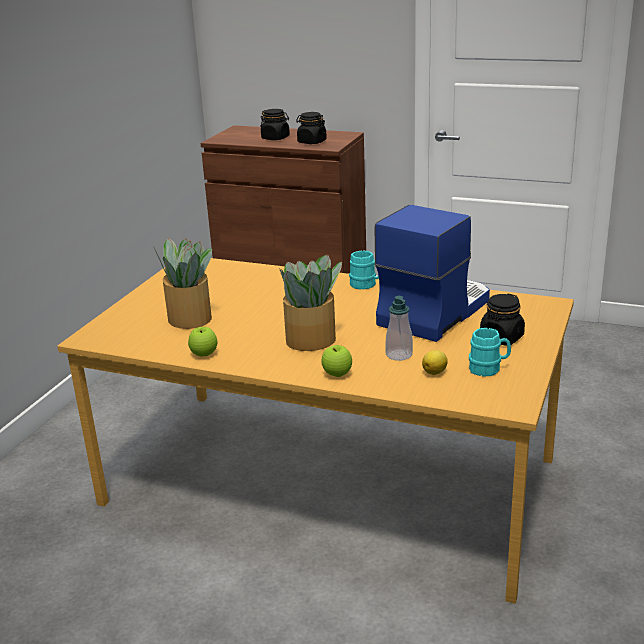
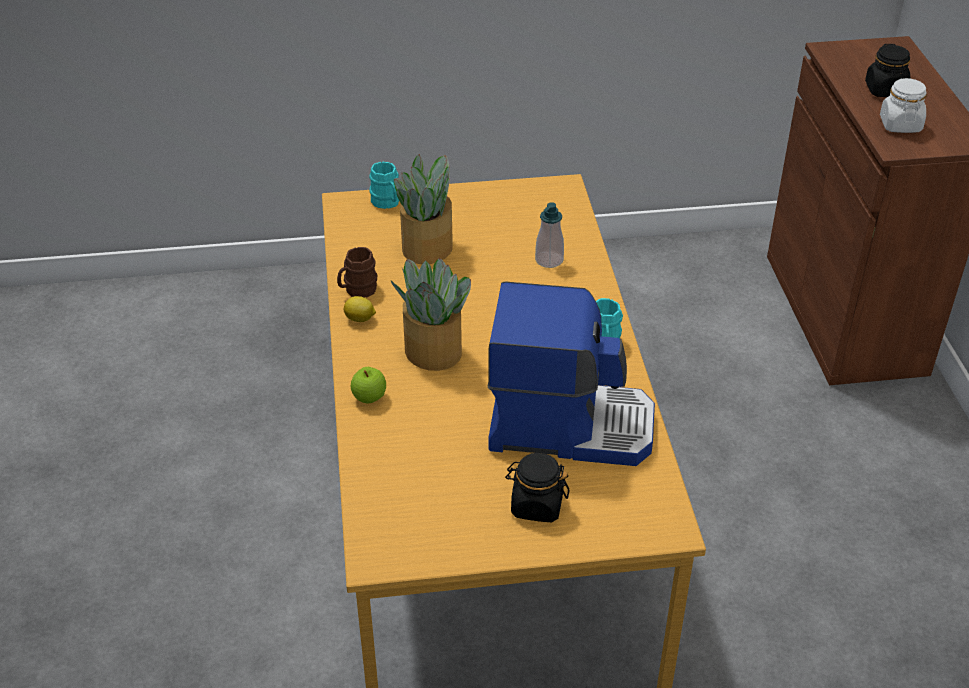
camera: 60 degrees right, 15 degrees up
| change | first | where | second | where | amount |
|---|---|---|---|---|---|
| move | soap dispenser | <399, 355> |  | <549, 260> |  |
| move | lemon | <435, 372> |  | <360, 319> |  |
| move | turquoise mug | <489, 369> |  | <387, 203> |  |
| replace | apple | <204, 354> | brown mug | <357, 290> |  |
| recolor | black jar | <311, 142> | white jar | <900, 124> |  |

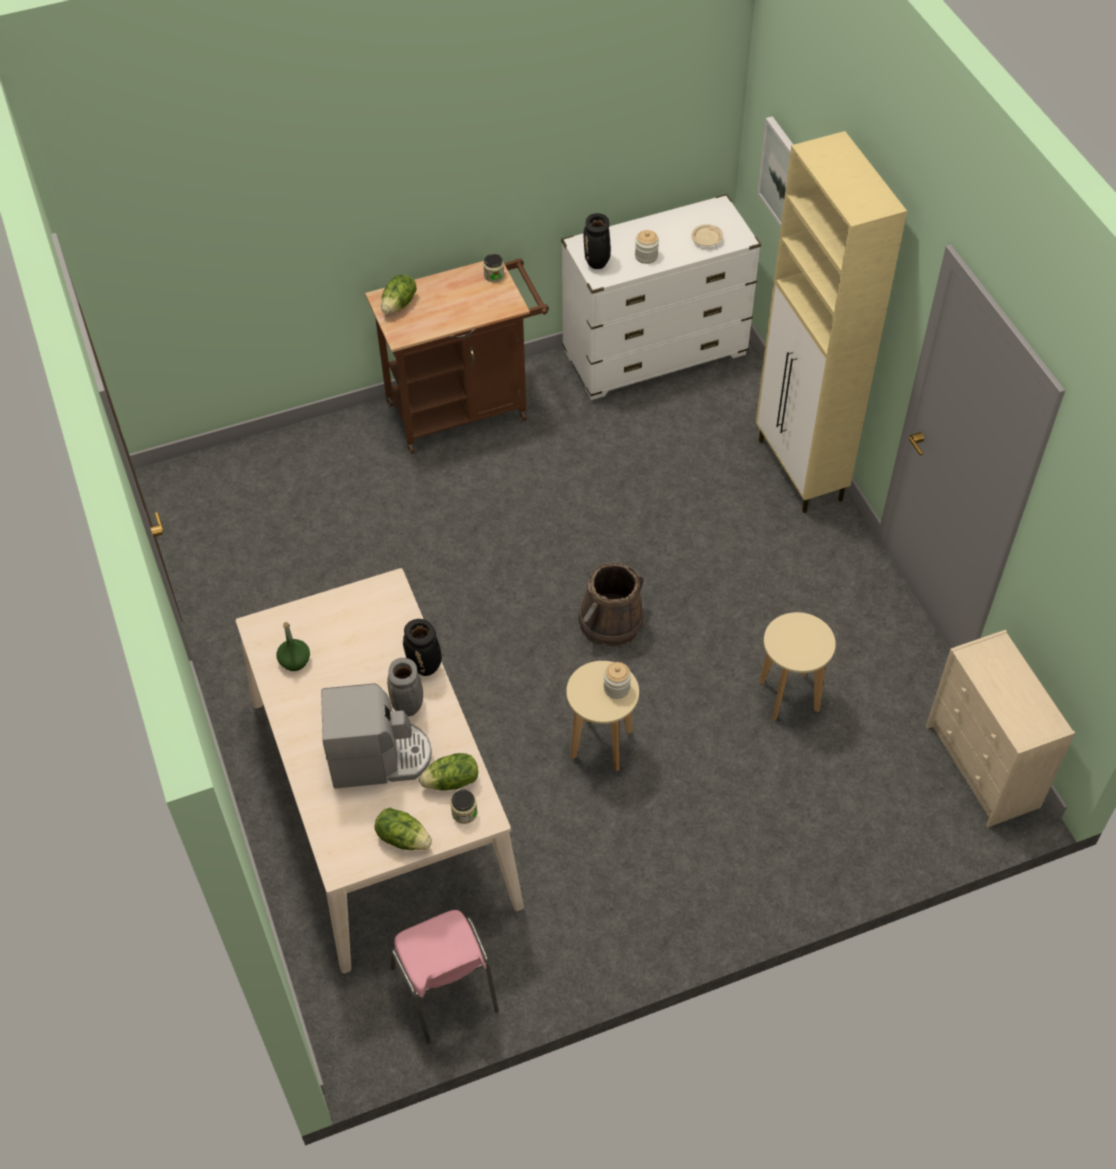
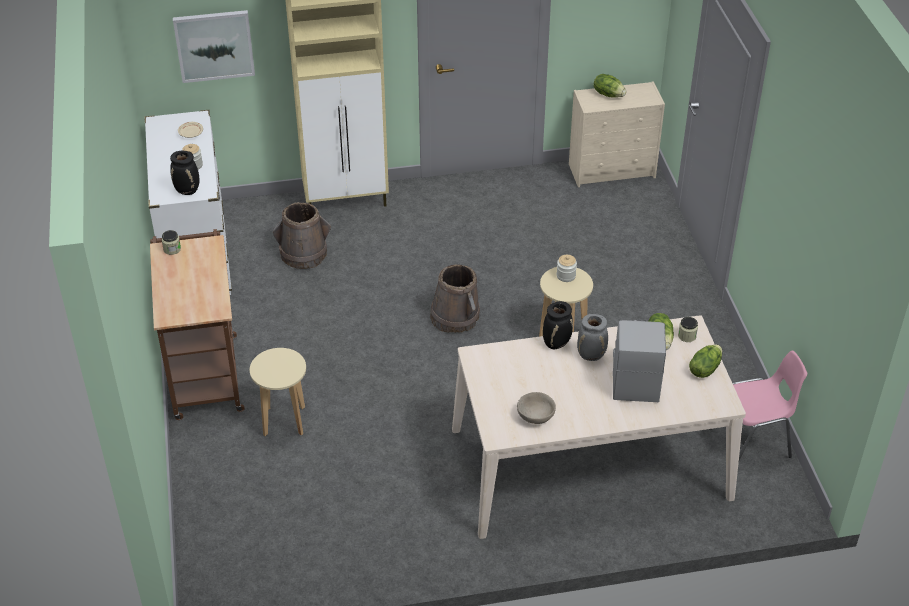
camera: 80 degrees left, 10 degrees down
| change | first | where | second | where | amount |
|---|---|---|---|---|---|
| insert |  |  | brown bucket | <304, 254> |  |
| move | lettuce | <399, 304> |  | <608, 94> |  |
| move | beige stool | <788, 696> |  | <284, 421> |  |
| replace | green bottle | <295, 661> | beige bowl | <536, 416> |  |

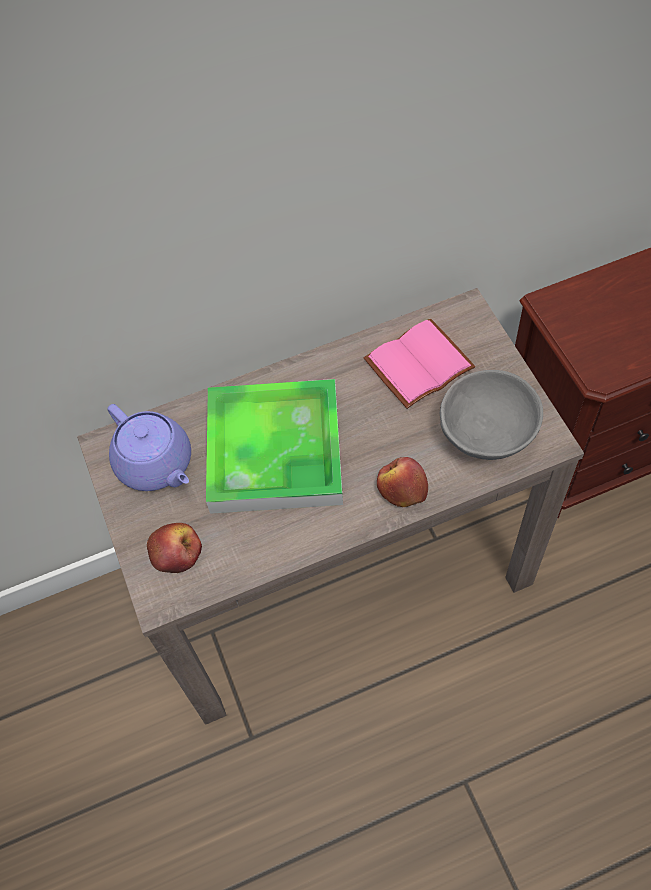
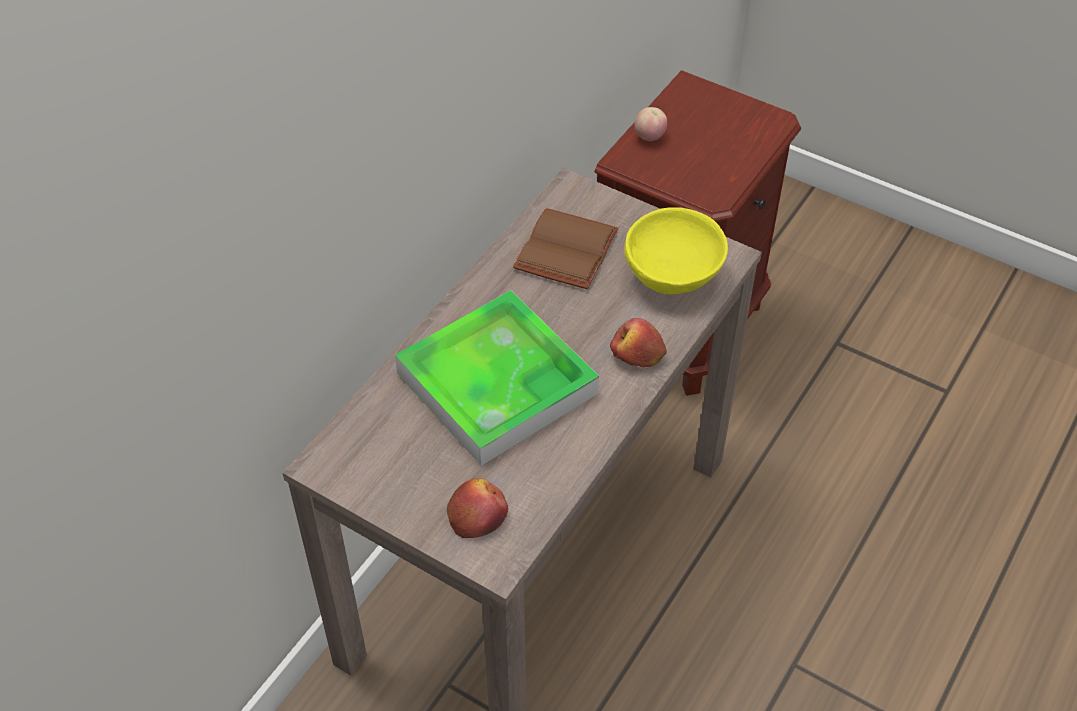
camera: 40 degrees left, 10 degrees down
| change | first | where | second | where | amount |
|---|---|---|---|---|---|
| delete | purple teapot | <155, 464> |  |  |  |
| insert |  |  | apple | <649, 137> |  |
| recolor | pink book | <418, 362> | brown book | <564, 249> |  |
| recolor | grey bowl | <488, 435> | yellow bowl | <674, 277> |  |

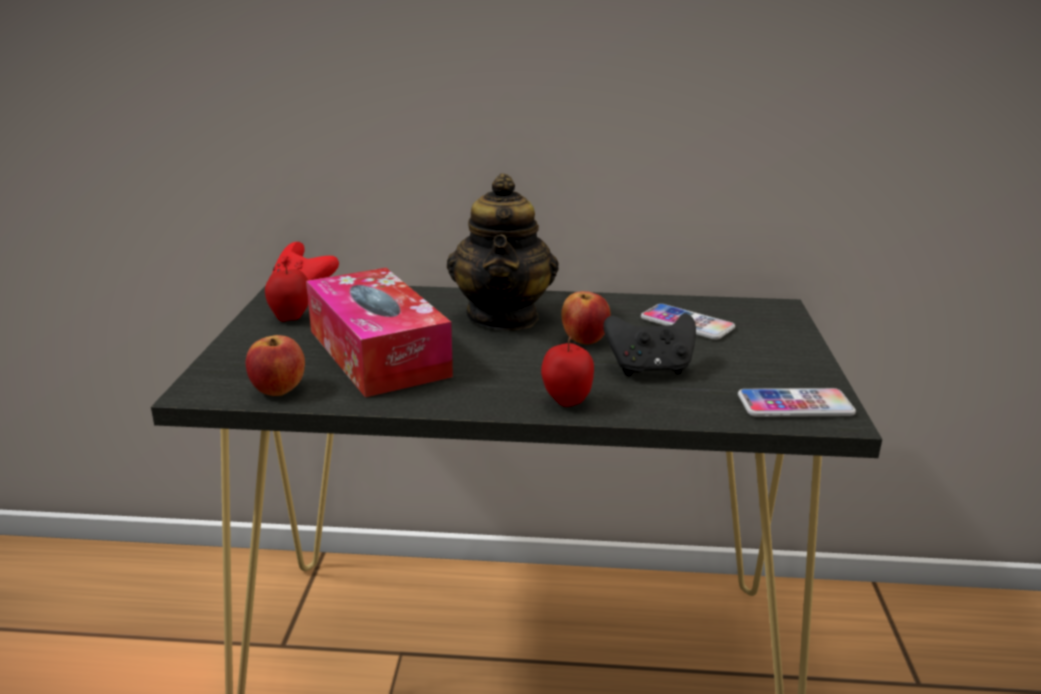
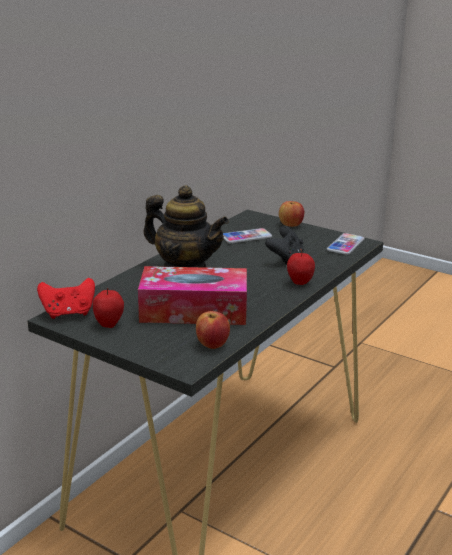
camera: 60 degrees left, 0 degrees up
| change | first | where | second | where | amount |
|---|---|---|---|---|---|
| move | apple | <584, 340> |  | <291, 225> |  |

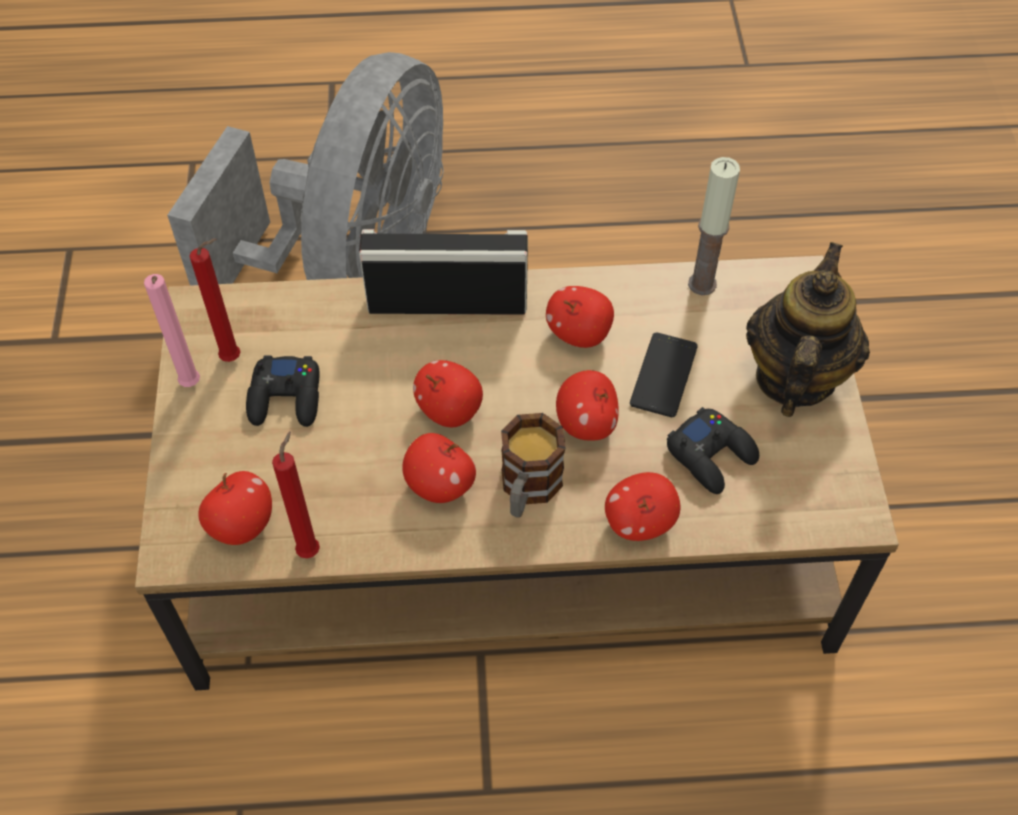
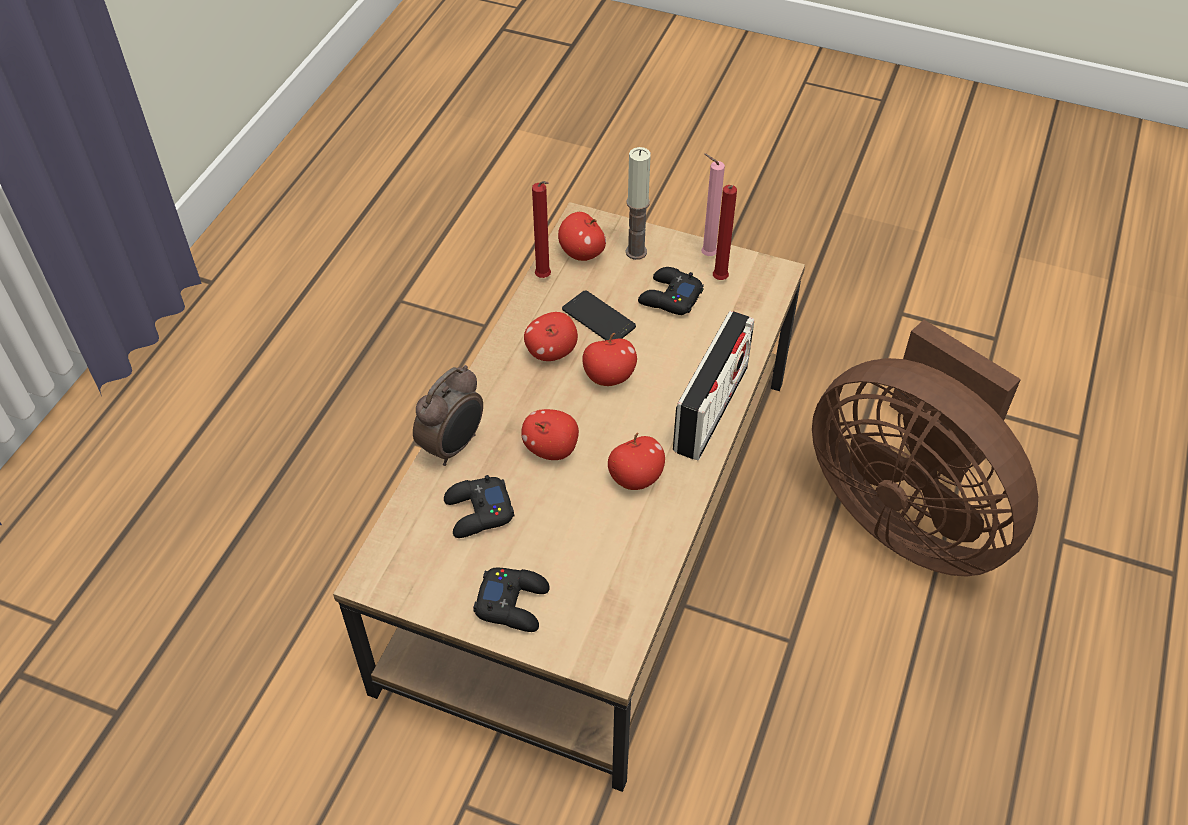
camera: 115 degrees right, 5 degrees down
| change | first | where | second | where | amount |
|---|---|---|---|---|---|
| delete | mug | <527, 489> |  |  |  |
| move | phone | <663, 375> |  | <598, 318> |  |
| move | candle | <702, 284> |  | <636, 252> |  |
| replace | apple | <639, 522> | alarm clock | <454, 446> |  |
| replace | teapot | <794, 377> | black game controller | <513, 603> |  |
| recolor | grey fan | <354, 268> | brown fan | <907, 513> |  |

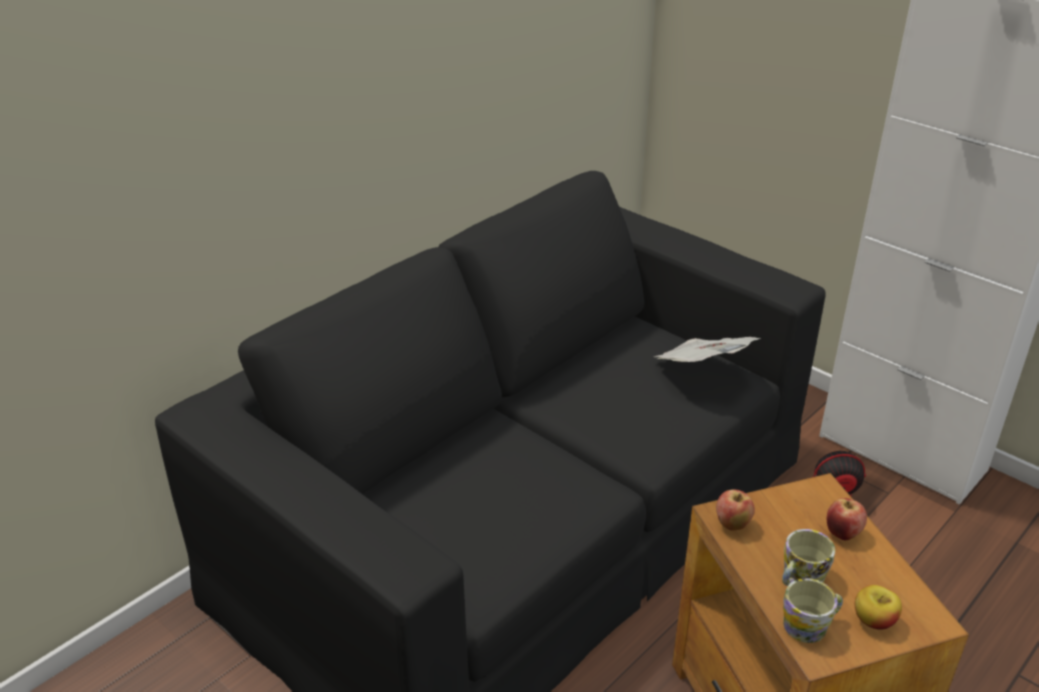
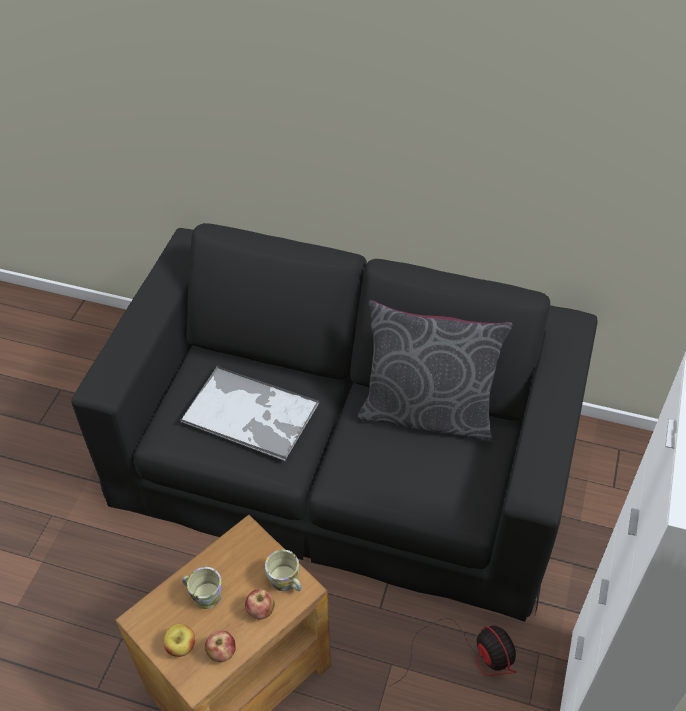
camera: 65 degrees right, 15 degrees up
| change | first | where | second | where | amount |
|---|---|---|---|---|---|
| delete | newspaper | <703, 370> |  |  |  |
| insert |  |  | tray | <251, 414> |  |
| insert |  |  | grey pillow | <427, 413> |  |
| move | apple | <732, 524> |  | <222, 653> |  |
| move | mug | <810, 625> |  | <286, 581> |  |

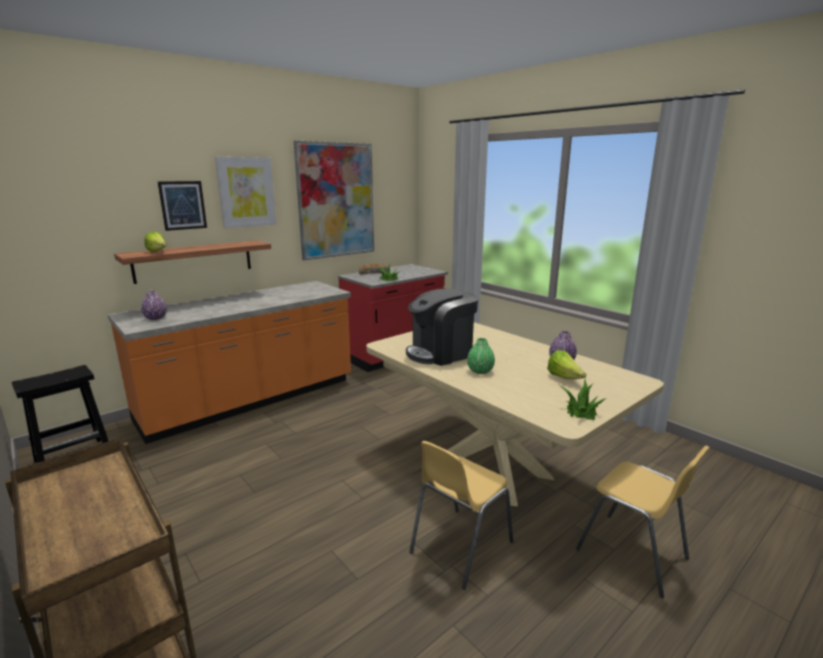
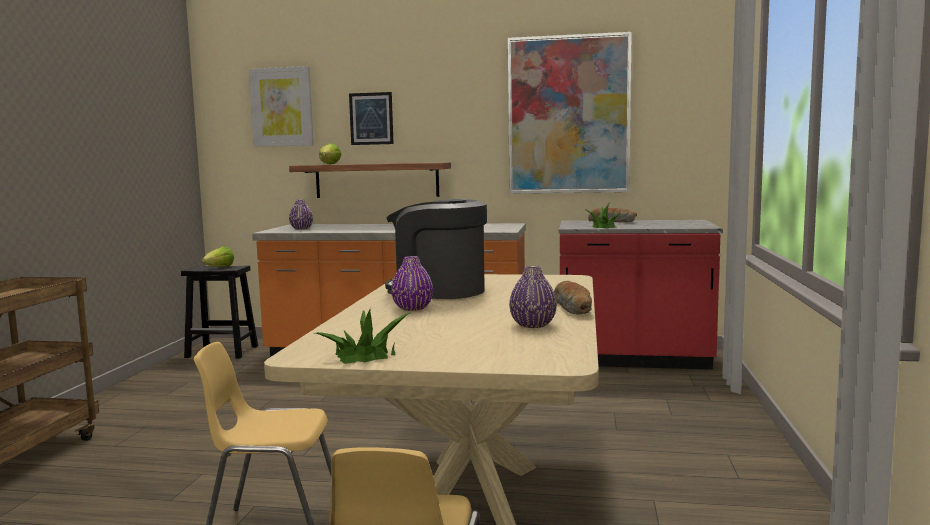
camera: 50 degrees right, 10 degrees down
| change | first | where | second | where | amount |
|---|---|---|---|---|---|
| insert |  |  | bread | <573, 308> |  |
| move | picture | <246, 192> |  | <282, 107> |  |
| move | lettuce | <564, 378> |  | <219, 268> |  |
| recolor | green vase | <480, 371> | purple vase | <412, 308> |  |

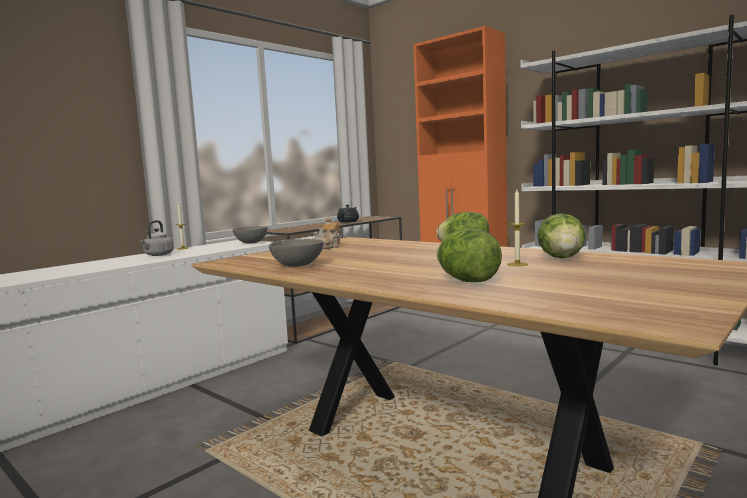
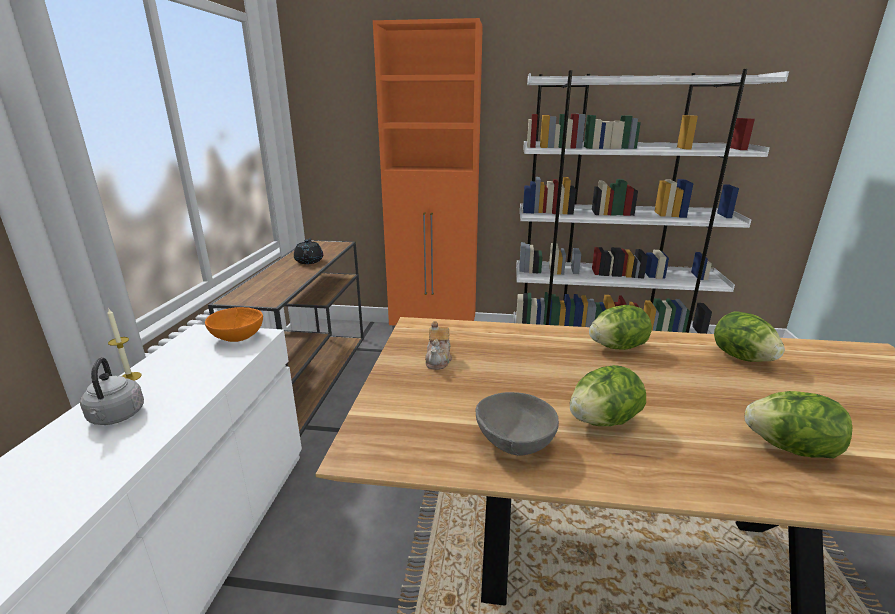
camera: 35 degrees left, 15 degrees up
| change | first | where | second | where | amount |
|---|---|---|---|---|---|
| delete | candle | <517, 264> |  |  |  |
| insert |  |  | lettuce | <603, 420> |  |
| recolor | grey bowl | <251, 243> | orange bowl | <237, 337> |  |

